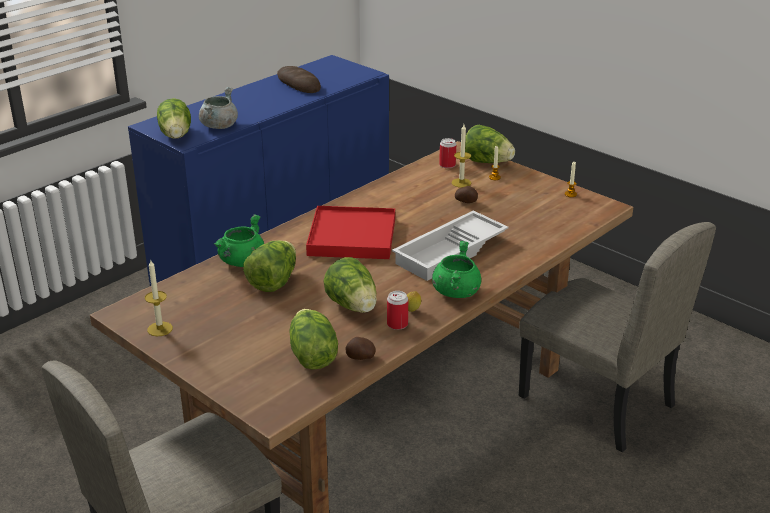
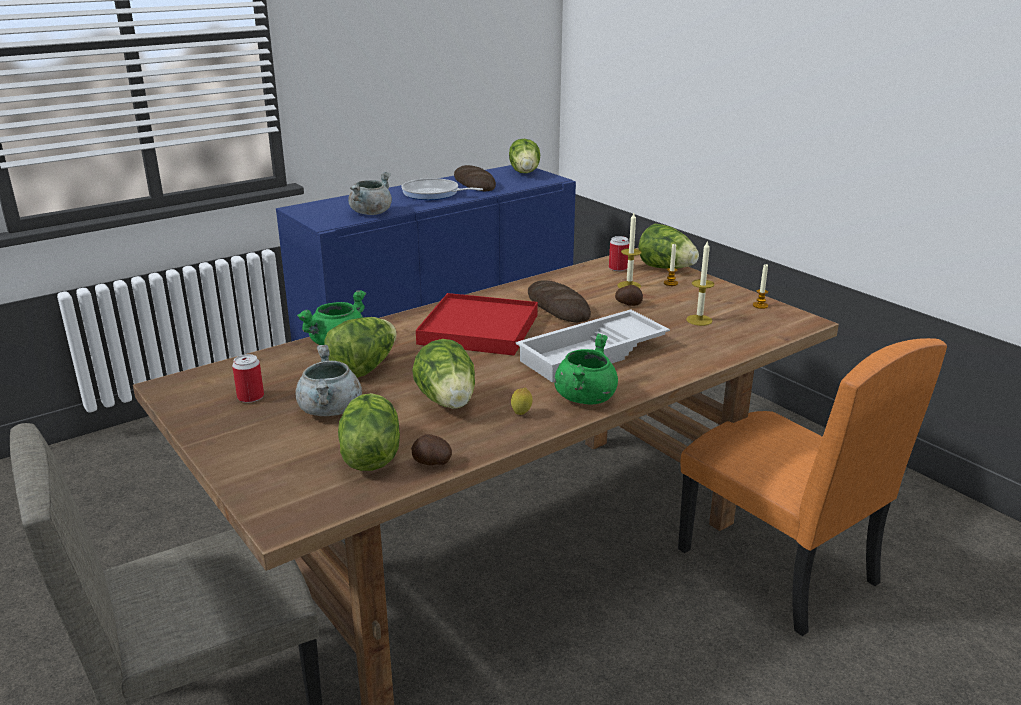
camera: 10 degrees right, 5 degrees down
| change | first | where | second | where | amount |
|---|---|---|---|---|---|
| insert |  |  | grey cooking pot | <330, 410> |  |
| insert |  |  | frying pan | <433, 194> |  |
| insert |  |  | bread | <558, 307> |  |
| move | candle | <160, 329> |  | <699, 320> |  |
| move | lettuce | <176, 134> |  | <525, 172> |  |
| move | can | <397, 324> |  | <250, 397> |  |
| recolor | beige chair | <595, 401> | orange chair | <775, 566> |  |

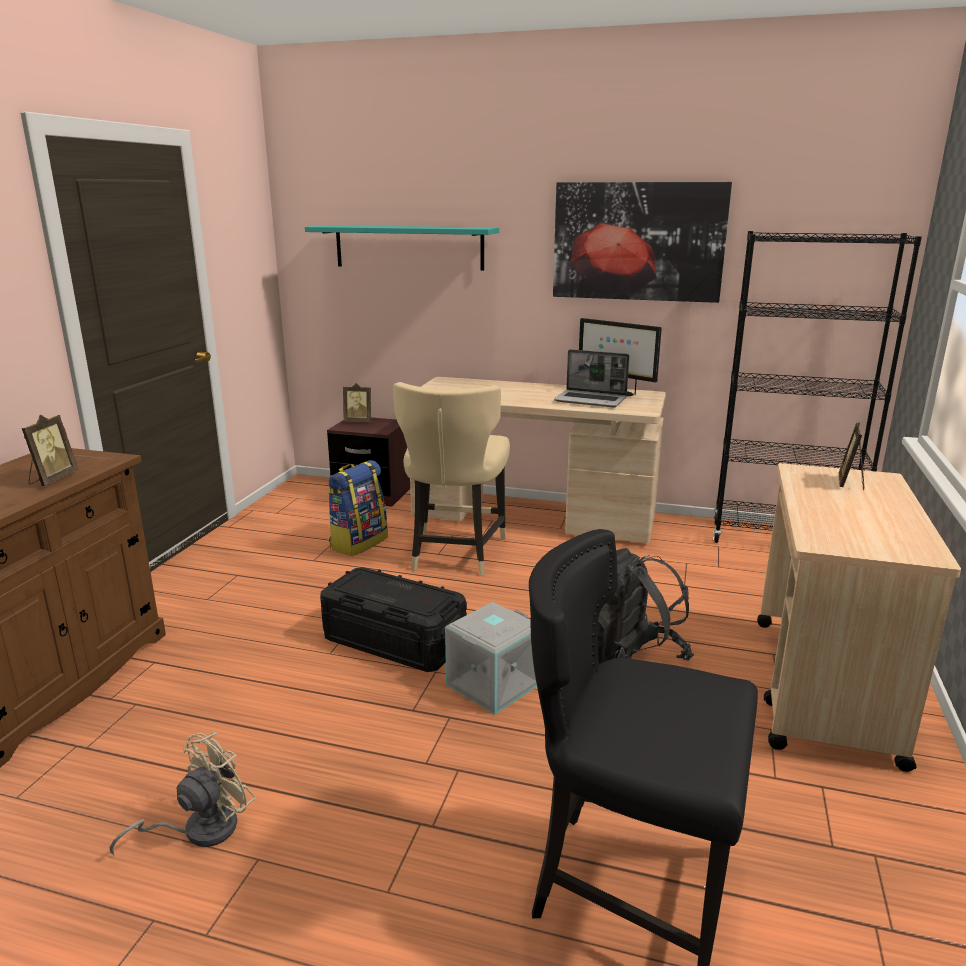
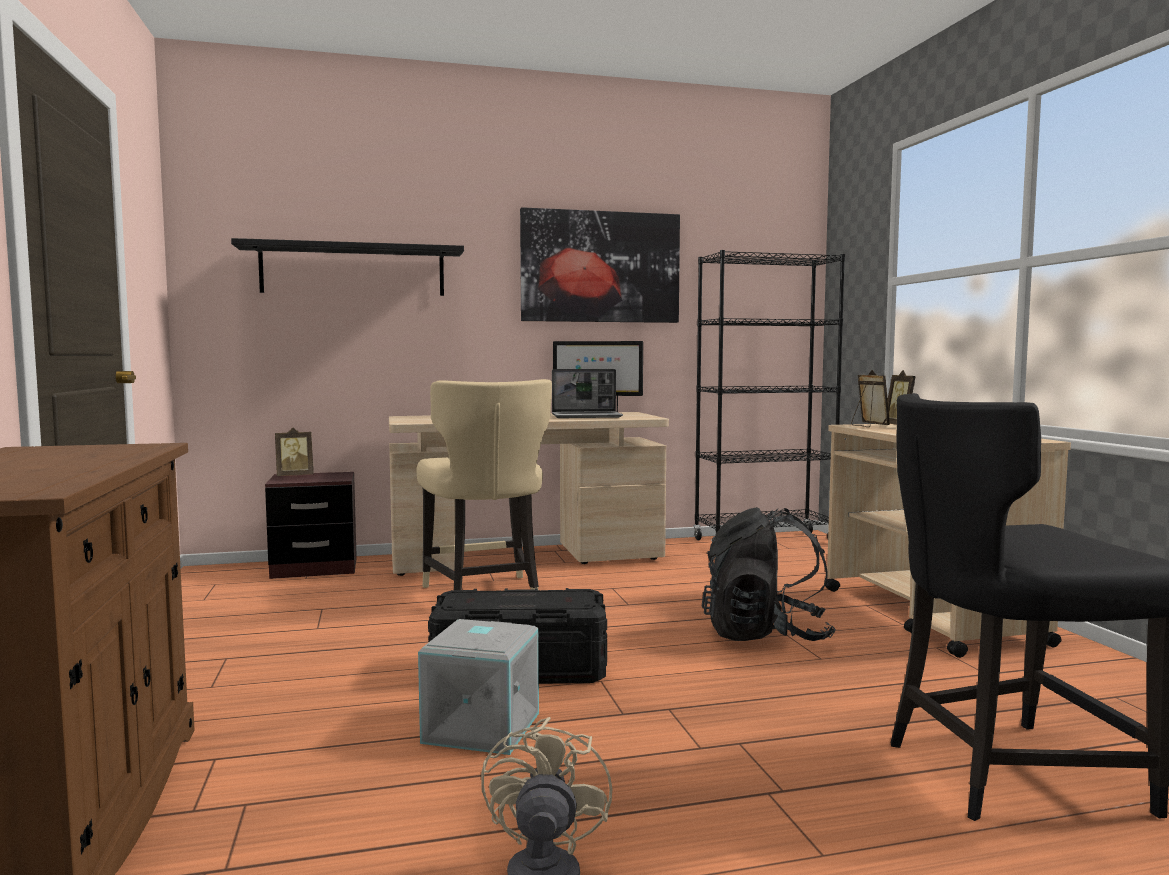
camera: 30 degrees left, 15 degrees down
| change | first | where | second | where | amount |
|---|---|---|---|---|---|
| delete | backpack | <358, 543> |  |  |  |
| move | picture frame | <52, 479> |  | <868, 426> |  |
| move | grey storage box | <492, 683> |  | <480, 727> |  |
| recolor | turquoise shelf | <408, 247> | black shelf | <353, 271> |  |

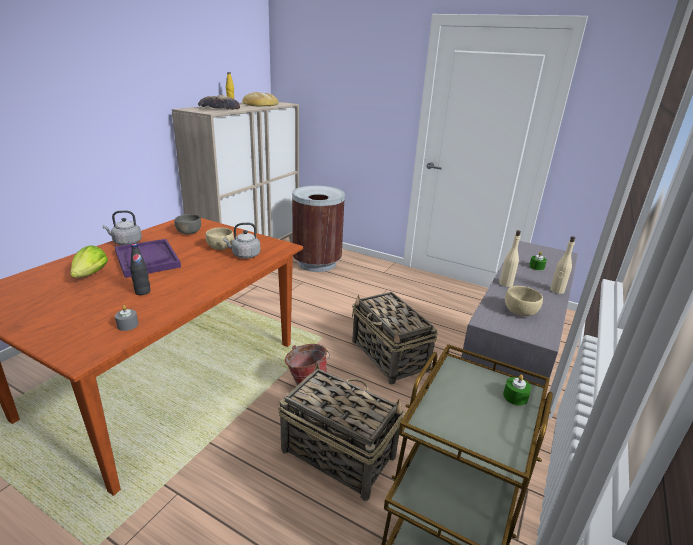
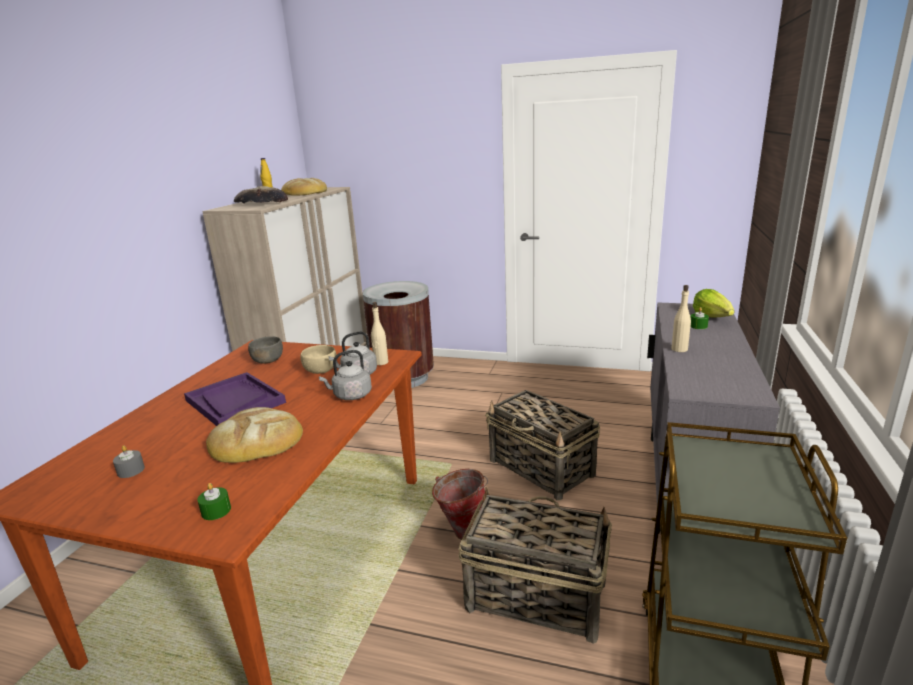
camera: 10 degrees left, 5 degrees down
| change | first | where | second | where | amount |
|---|---|---|---|---|---|
| delete | beige bowl | <520, 311> |  |  |  |
| move | lettuce | <91, 274> |  | <712, 317> |  |
| move | grey kettle | <126, 242> |  | <350, 396> |  |
| move | grey candle | <127, 325> |  | <131, 470> |  |
| move | green candle | <515, 397> |  | <216, 511> |  |
| move | beige bottle | <557, 290> |  | <381, 362> |  |
| replace | black bottle | <142, 292> | bread | <256, 440> |  |

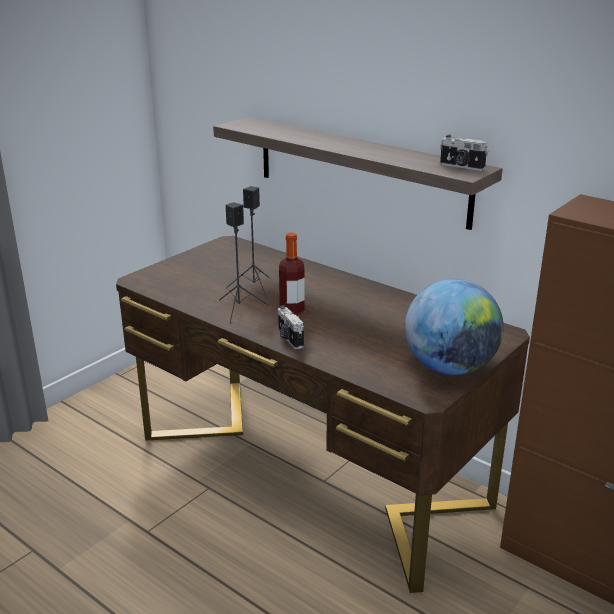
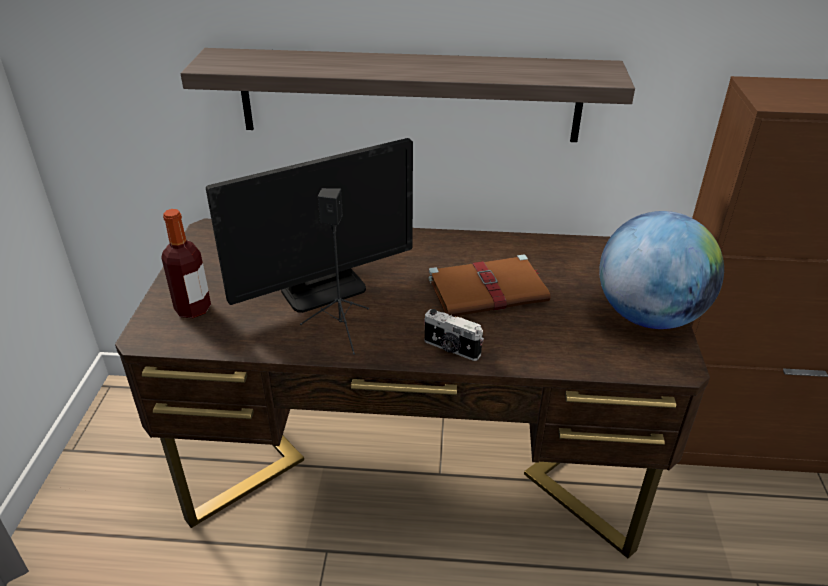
camera: 35 degrees left, 10 degrees up
| change | first | where | second | where | amount |
|---|---|---|---|---|---|
| delete | photo camera | <461, 167> |  |  |  |
| insert |  |  | brown book | <489, 290> |  |
| move | bottle | <292, 311> |  | <193, 309> |  |
| replace | black speaker | <254, 288> | monitor | <323, 289> |  |

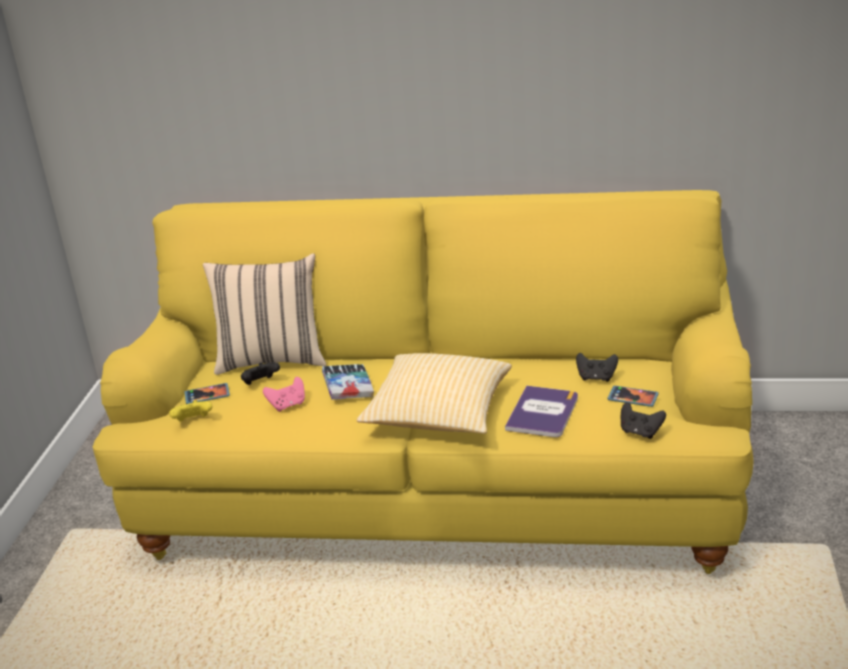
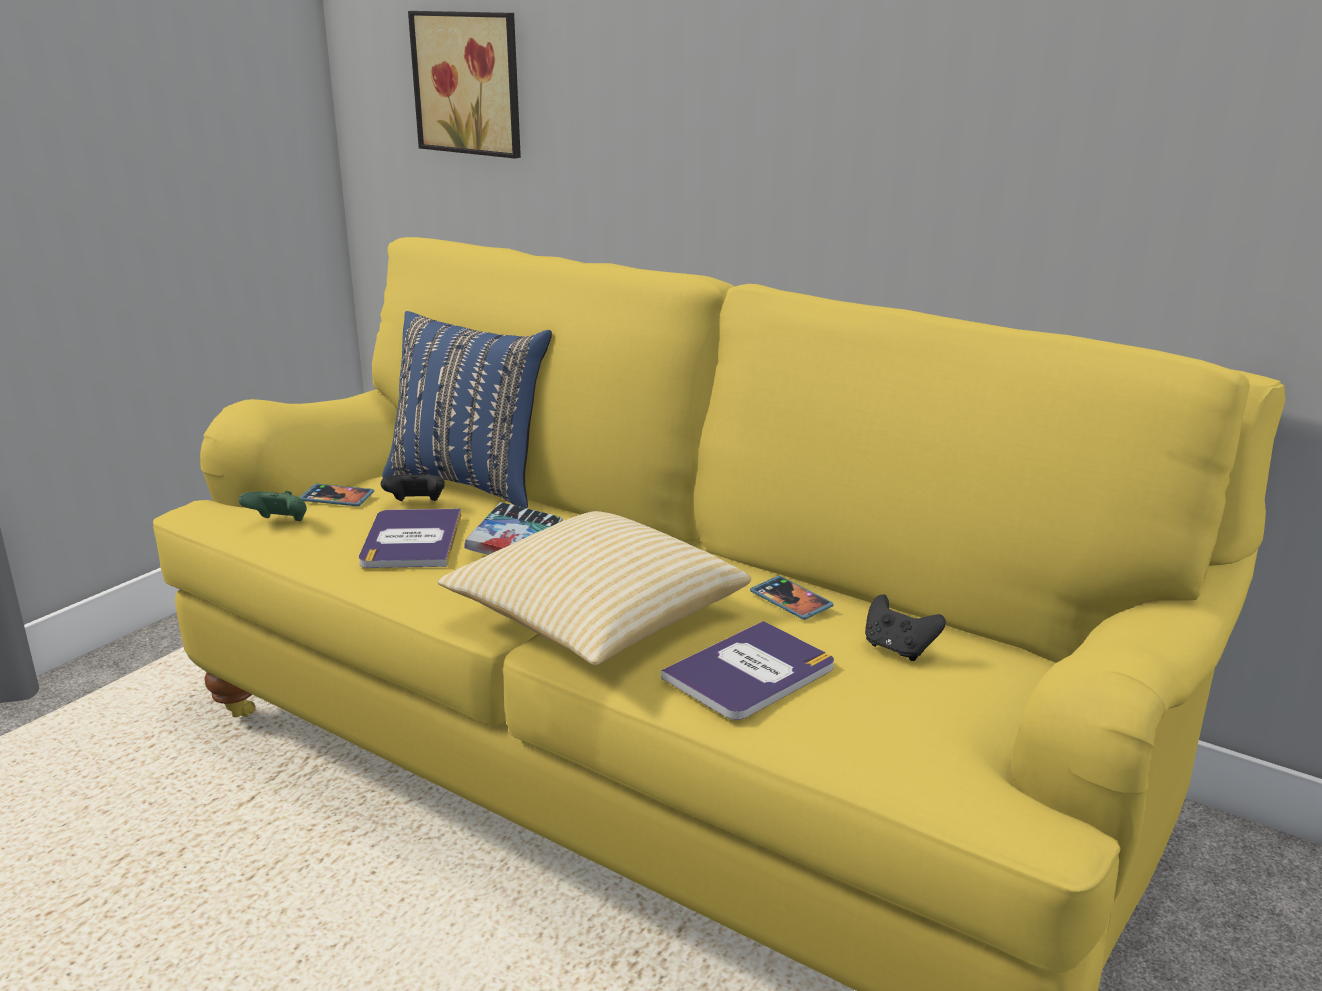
camera: 25 degrees right, 5 degrees down
| change | first | where | second | where | amount |
|---|---|---|---|---|---|
| delete | black game controller | <640, 432> |  |  |  |
| insert |  |  | picture | <471, 83> |  |
| move | phone | <632, 398> |  | <791, 600> |  |
| replace | pink game controller | <288, 405> | book | <411, 540> |  |
| recolor | yellow game controller | <193, 422> | green game controller | <279, 523> |  |
| recolor | beige pillow | <272, 360> | blue pillow | <471, 482> |  |

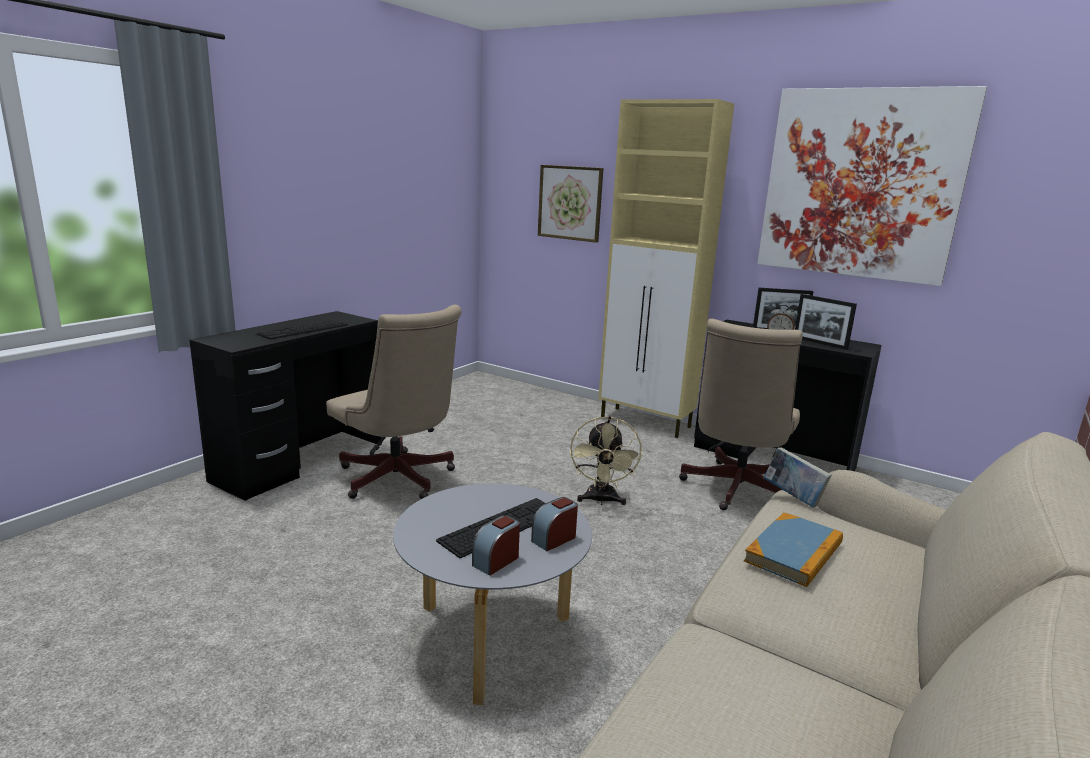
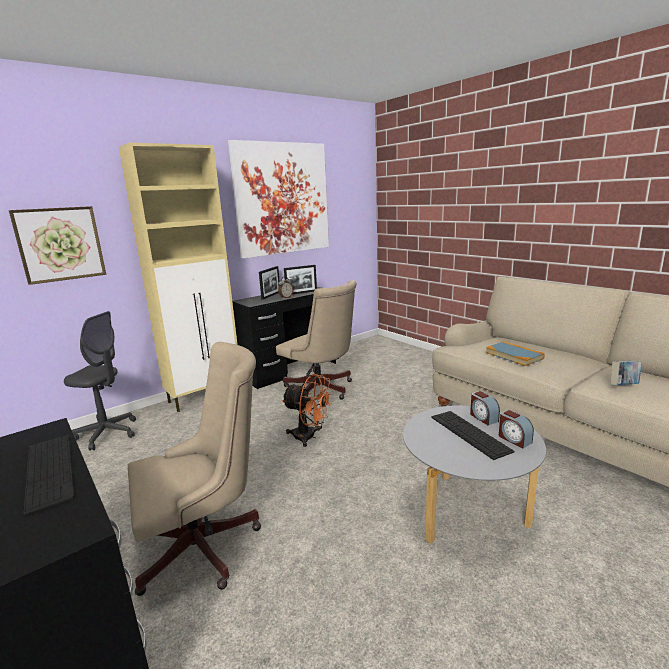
camera: 70 degrees left, 0 degrees up
| change | first | where | second | where | amount |
|---|---|---|---|---|---|
| insert |  |  | grey office chair | <107, 433> |  |
| move | book | <793, 497> |  | <623, 386> |  |
| recolor | beige fan | <601, 500> | orange fan | <309, 437> |  |

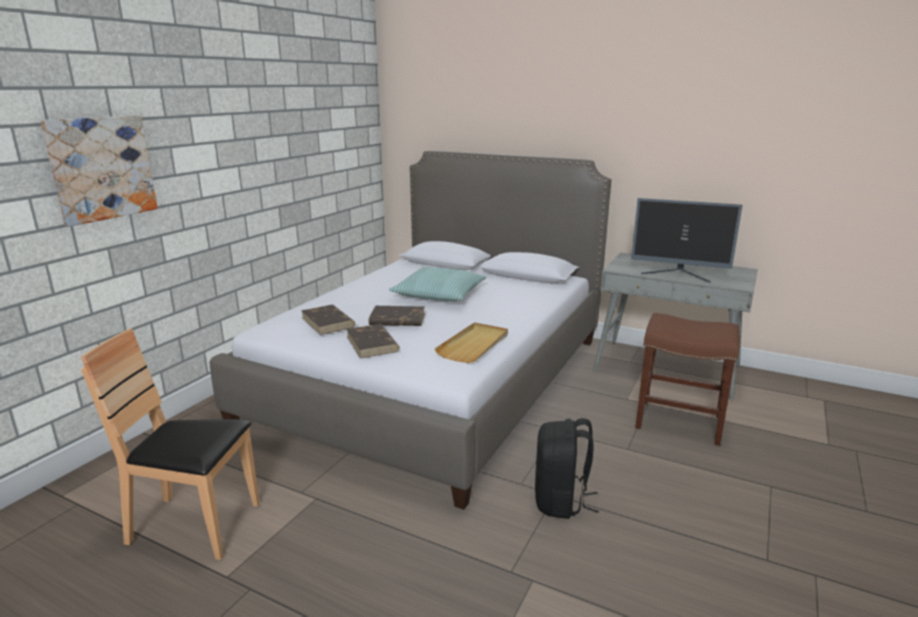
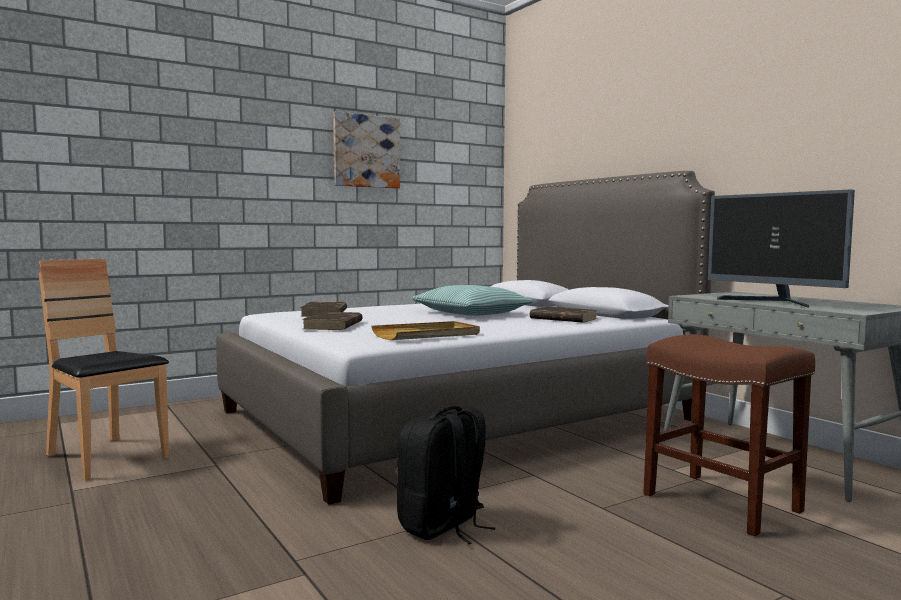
camera: 30 degrees right, 15 degrees down
| change | first | where | second | where | amount |
|---|---|---|---|---|---|
| move | picture | <101, 168> |  | <366, 151> |  |
| move | brown book | <397, 319> |  | <562, 318> |  |

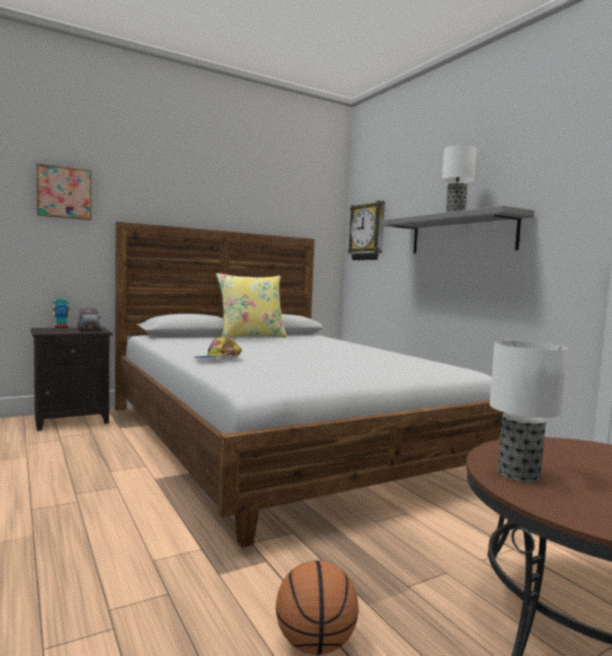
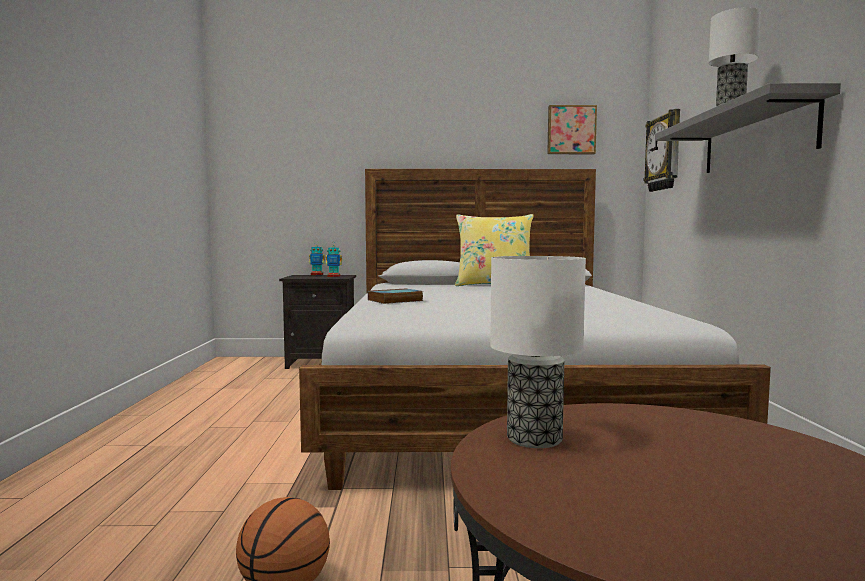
camera: 30 degrees right, 0 degrees up
| change | first | where | second | where | amount |
|---|---|---|---|---|---|
| move | picture | <64, 192> |  | <571, 130> |  |
| replace | toy truck | <88, 330> | toy robot | <334, 276> |  |
| replace | cap | <218, 359> | book | <394, 300> |  |

